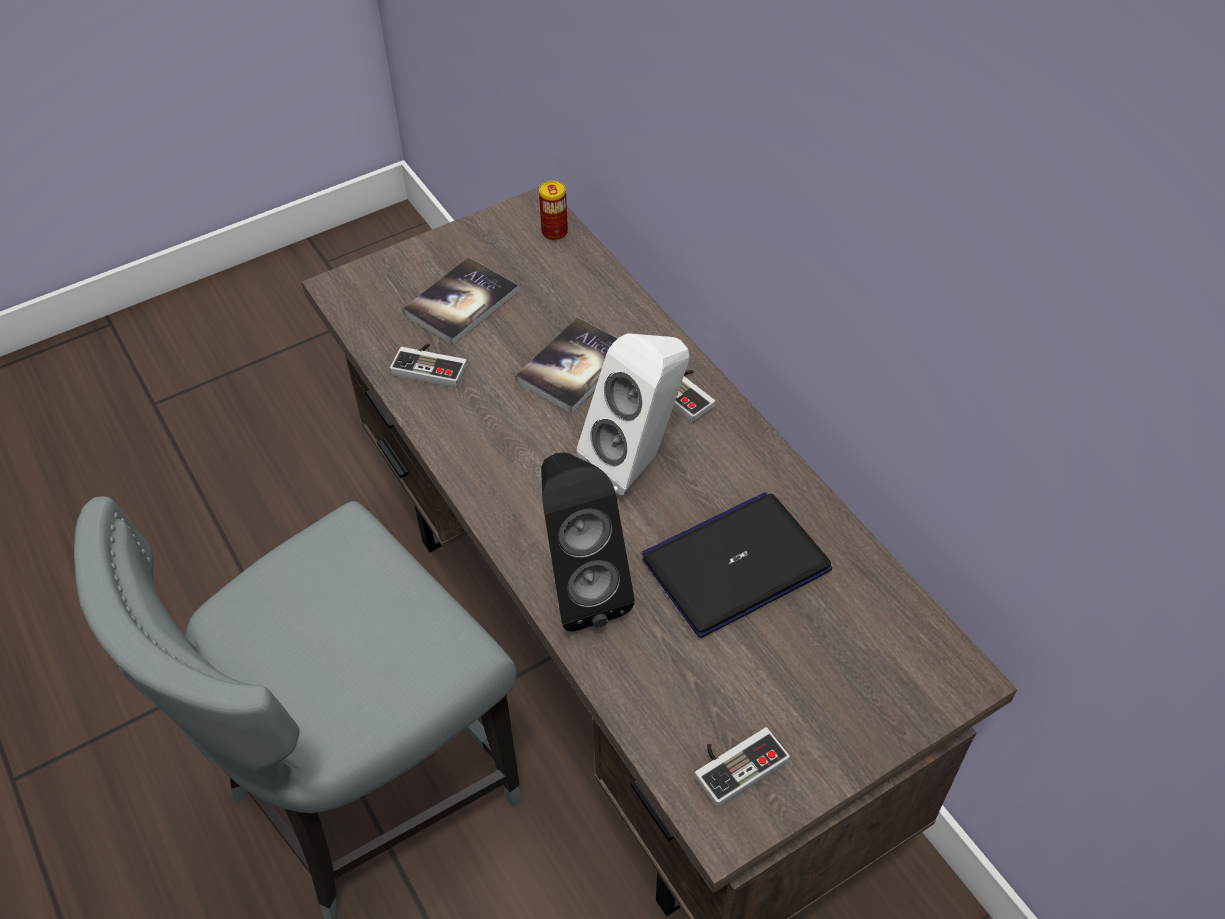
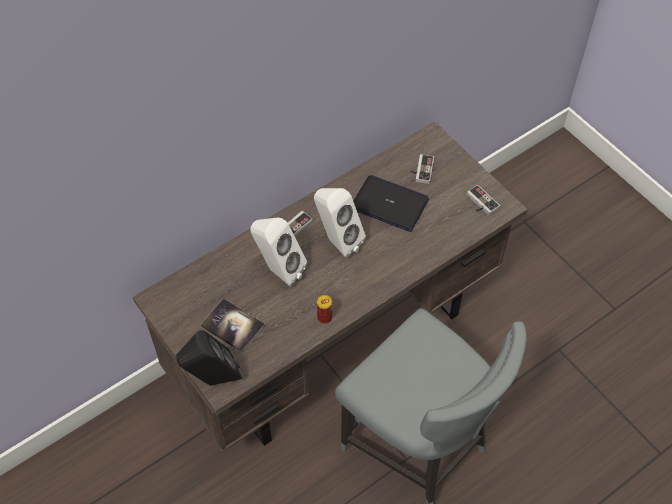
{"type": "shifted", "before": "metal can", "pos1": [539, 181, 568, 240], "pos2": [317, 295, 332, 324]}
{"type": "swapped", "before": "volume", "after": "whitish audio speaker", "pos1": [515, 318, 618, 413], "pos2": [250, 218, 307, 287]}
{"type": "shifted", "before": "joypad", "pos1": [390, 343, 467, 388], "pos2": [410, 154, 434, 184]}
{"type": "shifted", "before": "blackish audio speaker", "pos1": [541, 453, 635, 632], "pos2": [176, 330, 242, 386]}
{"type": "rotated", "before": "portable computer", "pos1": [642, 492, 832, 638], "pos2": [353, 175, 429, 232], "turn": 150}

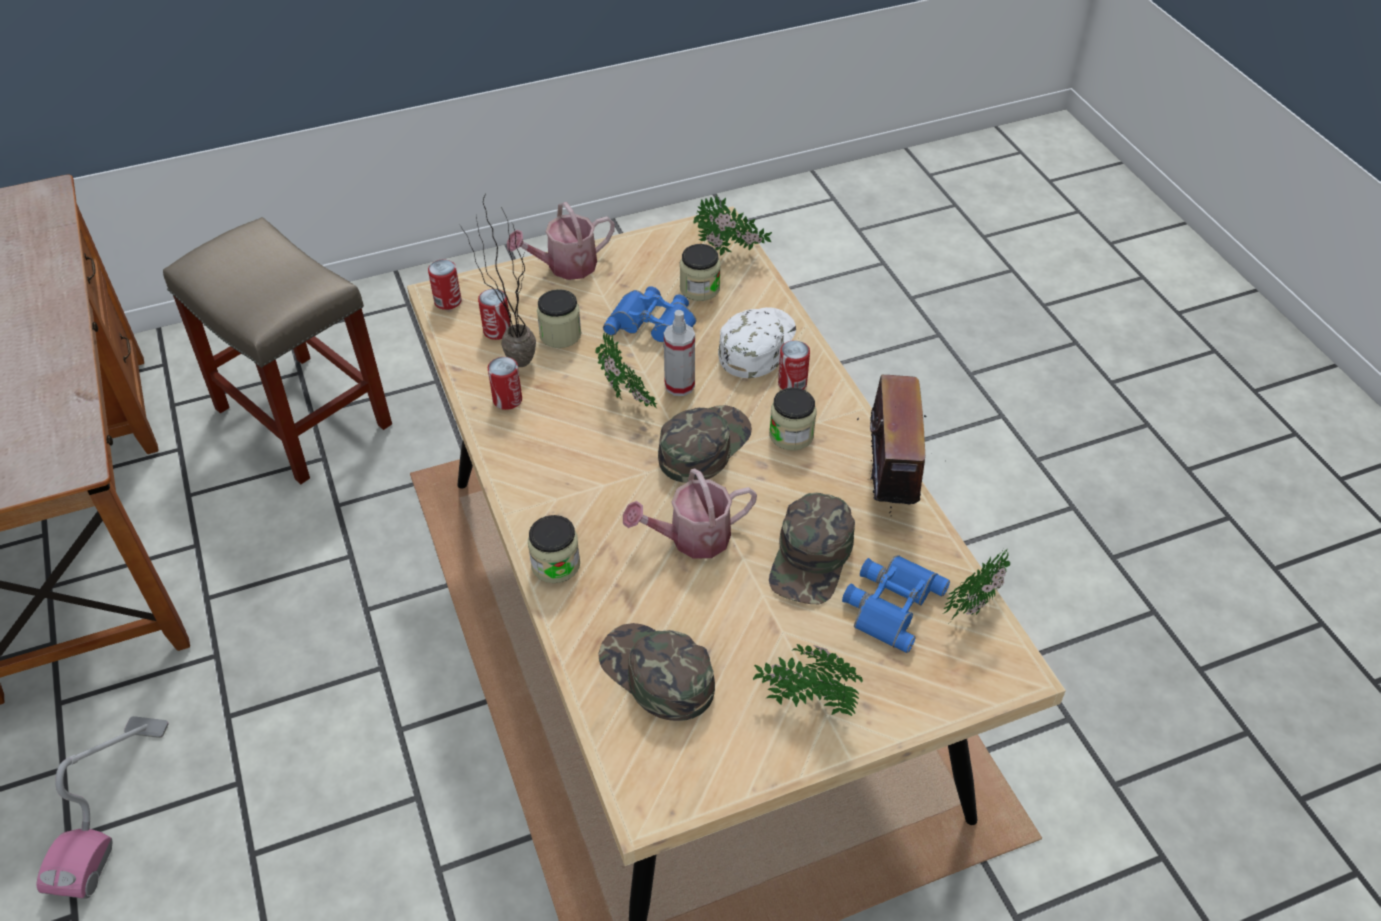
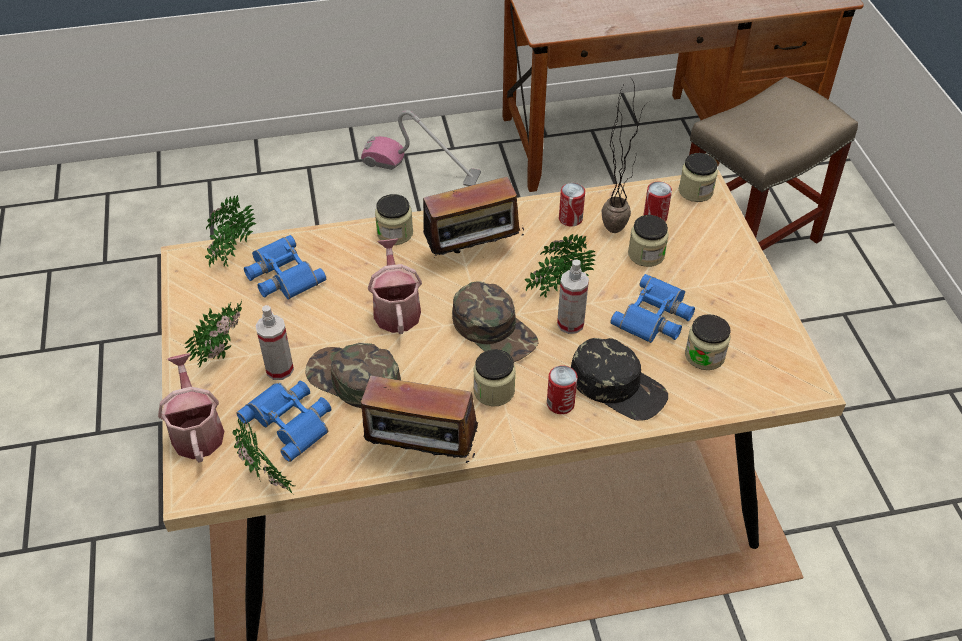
{"type": "shifted", "before": "plant in a pot", "pos1": [693, 195, 772, 255], "pos2": [205, 195, 256, 268]}
{"type": "shifted", "before": "sprinkling can", "pos1": [507, 202, 615, 280], "pos2": [158, 353, 224, 462]}
{"type": "swapped", "before": "metal can", "after": "storage jar", "pos1": [428, 260, 462, 310], "pos2": [679, 153, 718, 202]}
{"type": "repainted", "before": "whitish baseball cap", "after": "blackish baseball cap", "pos1": [718, 307, 796, 378], "pos2": [571, 338, 668, 421]}
{"type": "swapped", "before": "green-coloured baseball cap", "after": "bluish binoculars", "pos1": [598, 623, 715, 721], "pos2": [244, 235, 326, 300]}
{"type": "new", "after": "radio set", "pos2": [413, 176, 525, 260]}
{"type": "new", "after": "hand sprayer", "pos2": [255, 305, 294, 380]}

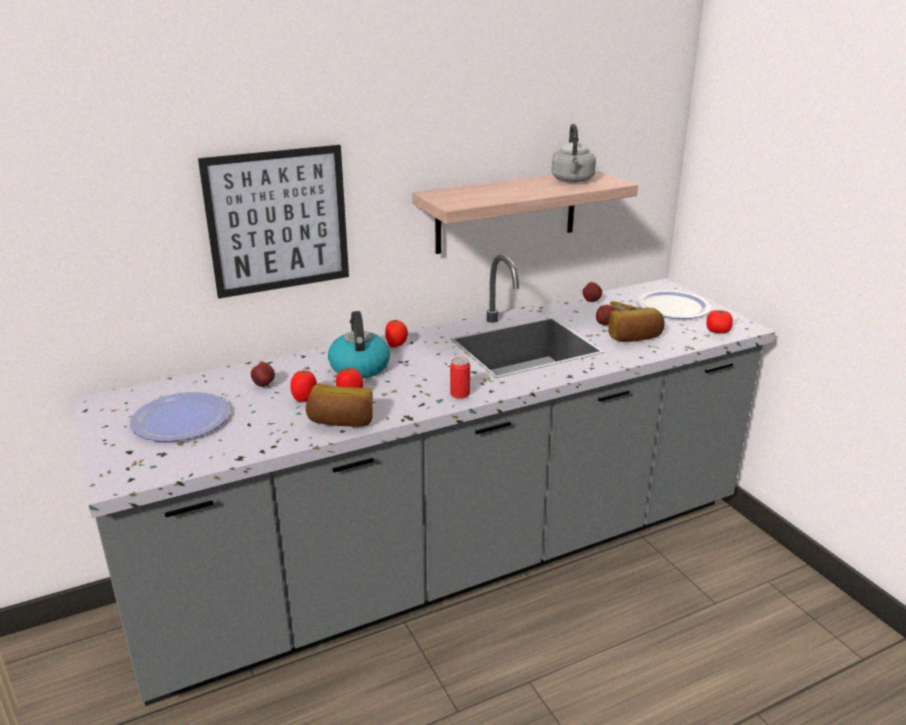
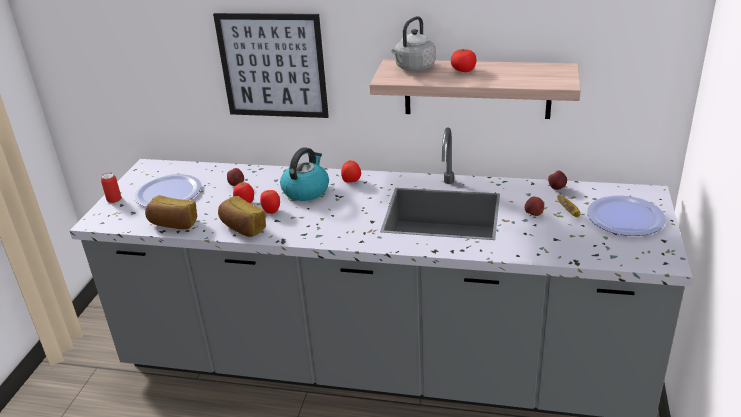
{"type": "shifted", "before": "gray tea kettle", "pos1": [551, 124, 596, 183], "pos2": [391, 16, 436, 71]}
{"type": "shifted", "before": "bakery bread", "pos1": [608, 307, 665, 342], "pos2": [145, 195, 197, 229]}
{"type": "shifted", "before": "tomato", "pos1": [706, 310, 733, 334], "pos2": [451, 49, 476, 72]}
{"type": "shifted", "before": "metal can", "pos1": [450, 357, 470, 399], "pos2": [101, 172, 121, 203]}

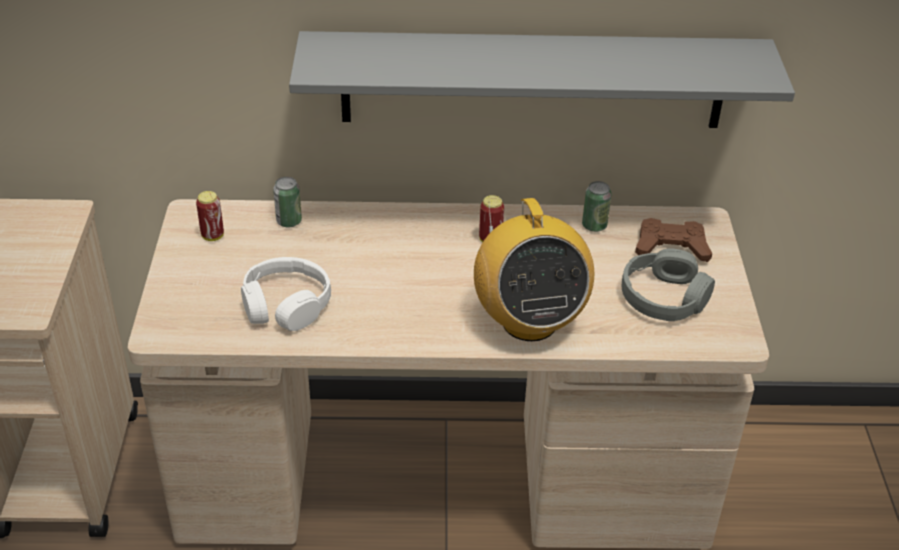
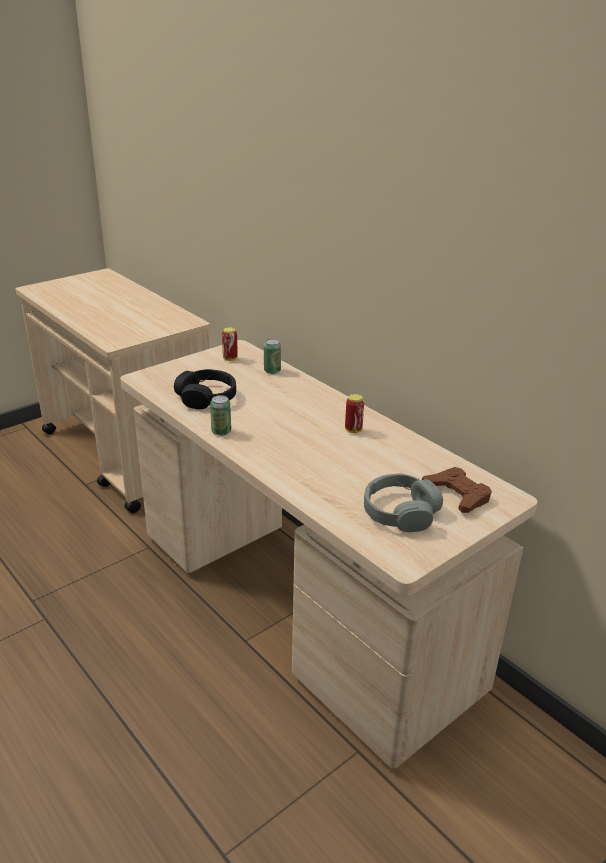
{"type": "gone", "before": "gray shelf", "pos1": [289, 31, 795, 128]}
{"type": "shifted", "before": "metal can", "pos1": [582, 181, 612, 232], "pos2": [210, 395, 231, 436]}
{"type": "gone", "before": "radio set", "pos1": [474, 198, 594, 341]}
{"type": "repainted", "before": "whitish headset", "after": "blackish headset", "pos1": [241, 257, 331, 331], "pos2": [174, 369, 236, 409]}

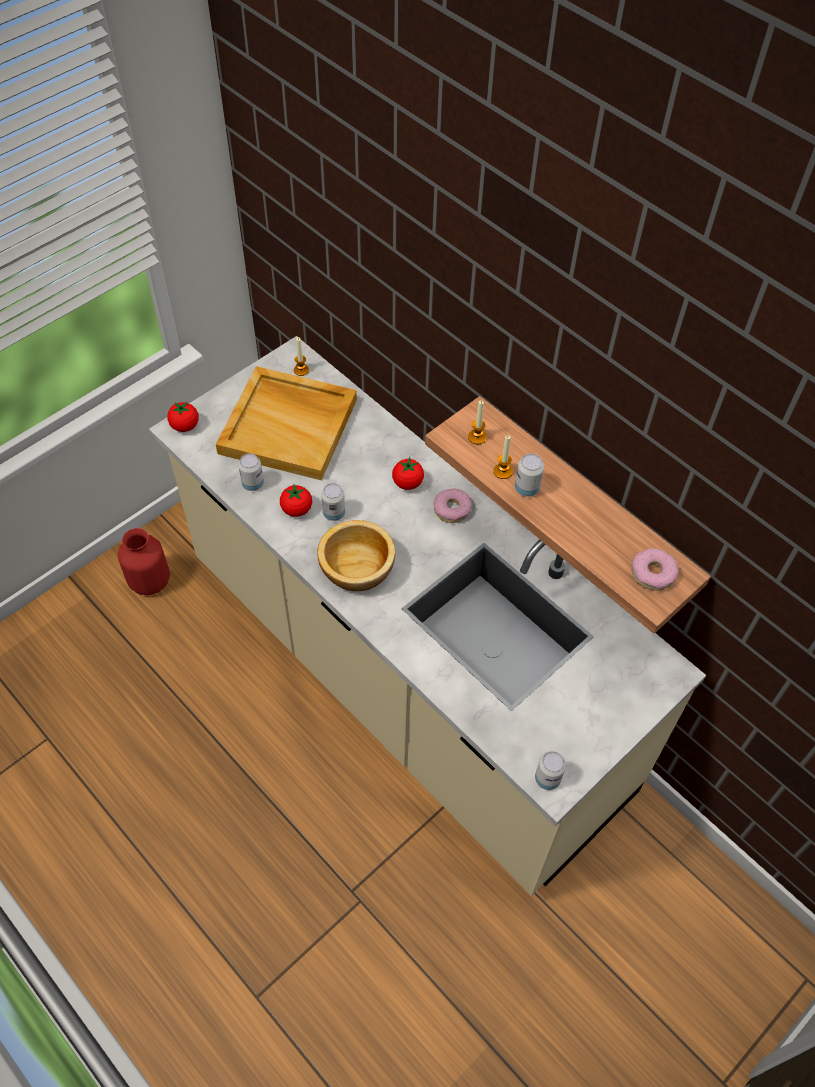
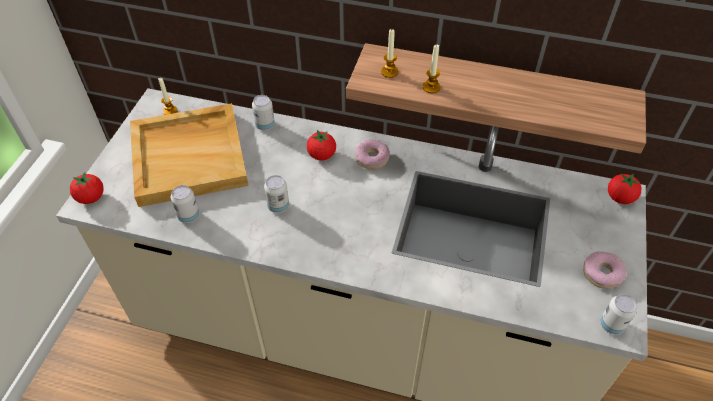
{"type": "shifted", "before": "metal can", "pos1": [515, 453, 544, 497], "pos2": [252, 95, 275, 130]}
{"type": "shifted", "before": "tomato", "pos1": [280, 484, 312, 517], "pos2": [608, 173, 641, 204]}
{"type": "gone", "before": "bowl", "pos1": [317, 520, 395, 591]}
{"type": "gone", "before": "red-coloured flower vase", "pos1": [118, 528, 170, 595]}
{"type": "shifted", "before": "ring doughnut", "pos1": [631, 548, 679, 591], "pos2": [583, 252, 626, 289]}

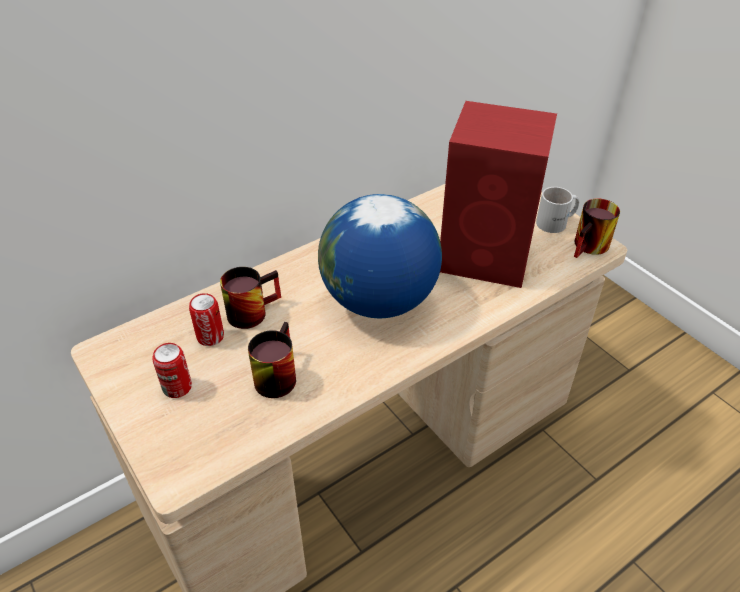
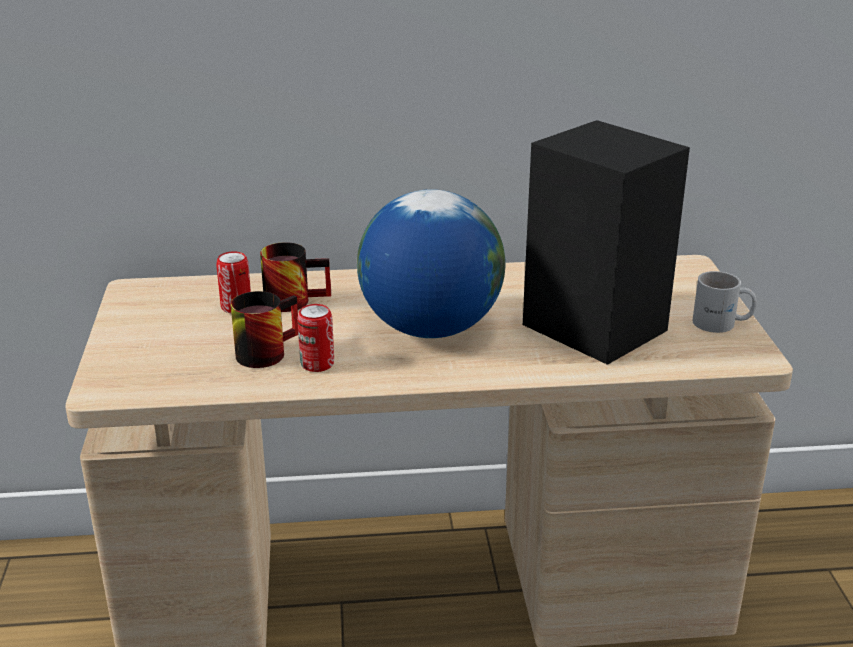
{"type": "repainted", "before": "red-coloured audio speaker", "after": "blackish audio speaker", "pos1": [440, 101, 557, 288], "pos2": [523, 120, 690, 365]}
{"type": "gone", "before": "mug", "pos1": [574, 198, 620, 258]}
{"type": "shifted", "before": "metal can", "pos1": [153, 343, 192, 398], "pos2": [297, 304, 334, 372]}

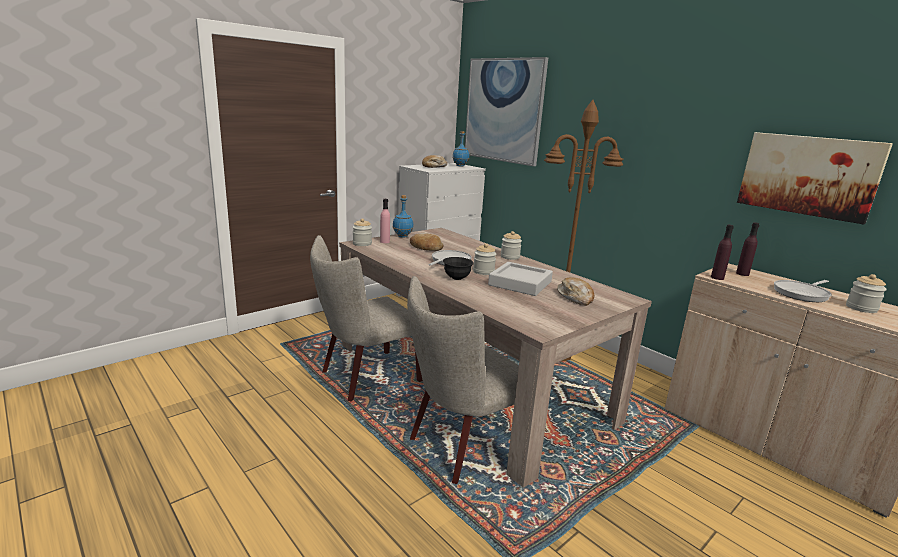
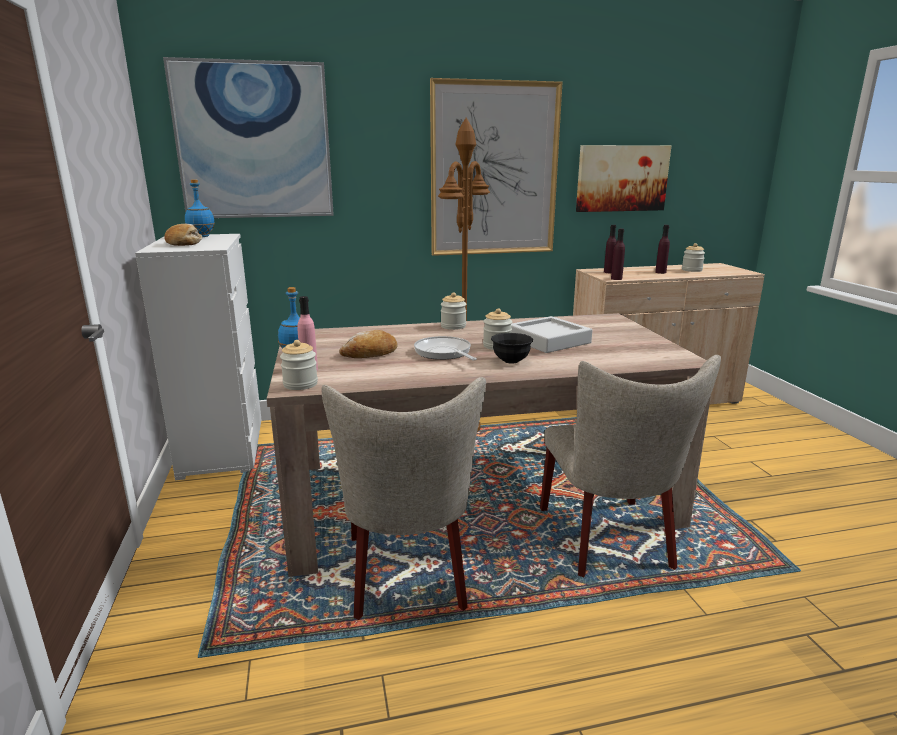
{"type": "gone", "before": "bakery bread", "pos1": [557, 278, 595, 306]}
{"type": "swapped", "before": "pan", "after": "purple bottle", "pos1": [774, 280, 832, 302], "pos2": [655, 225, 670, 274]}
{"type": "new", "after": "wall art", "pos2": [430, 78, 563, 256]}

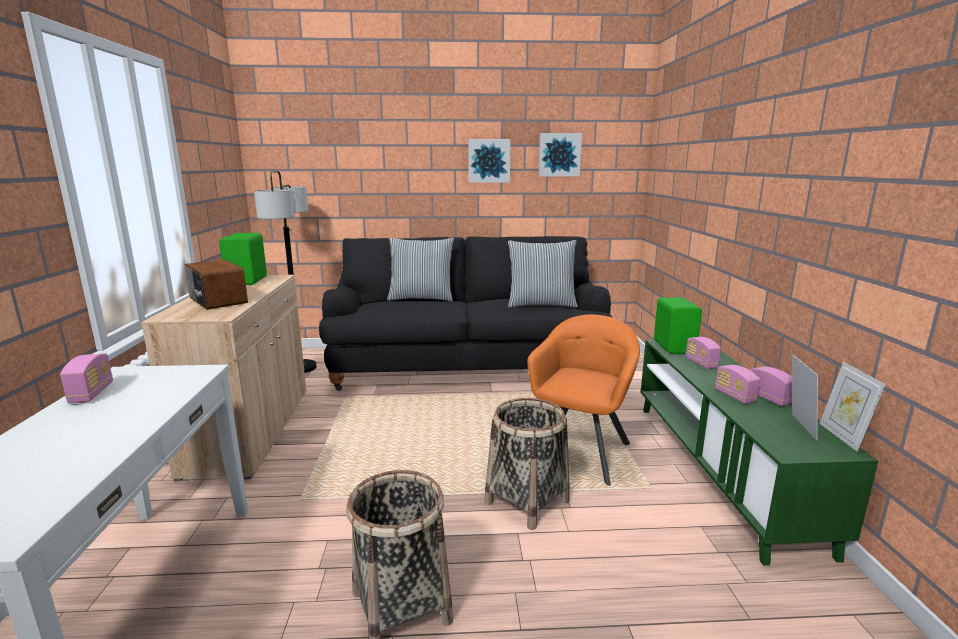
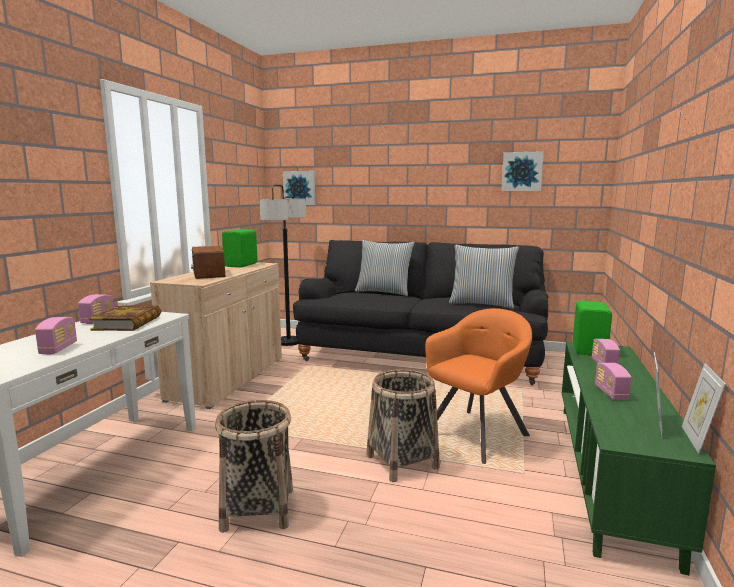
{"type": "shifted", "before": "wall art", "pos1": [468, 139, 511, 183], "pos2": [283, 171, 316, 205]}
{"type": "shifted", "before": "radio set", "pos1": [750, 367, 792, 406], "pos2": [35, 317, 77, 355]}
{"type": "new", "after": "volume", "pos2": [89, 305, 161, 331]}

